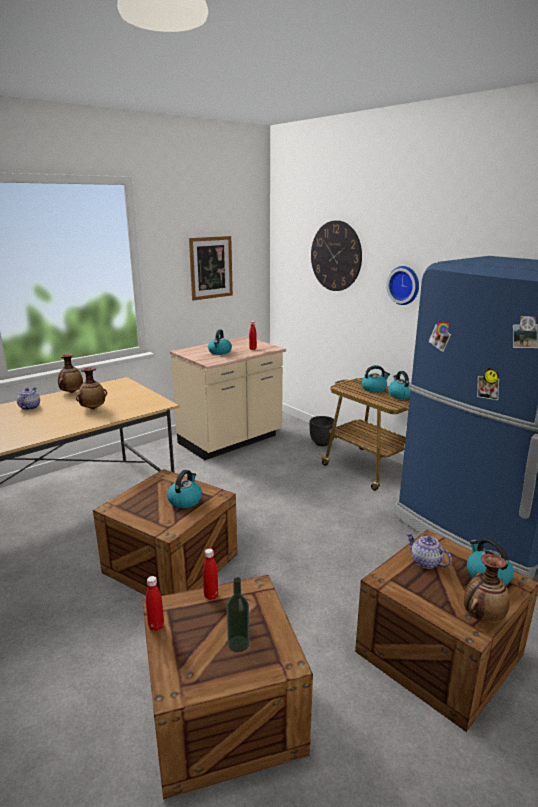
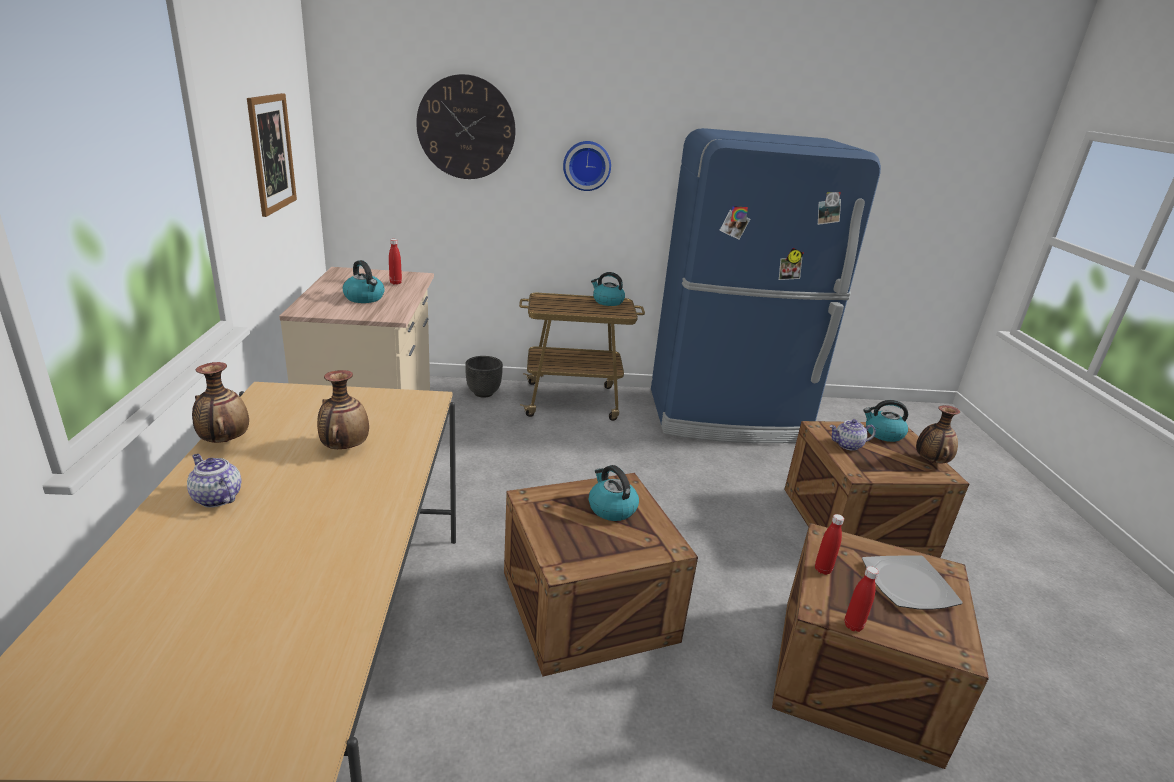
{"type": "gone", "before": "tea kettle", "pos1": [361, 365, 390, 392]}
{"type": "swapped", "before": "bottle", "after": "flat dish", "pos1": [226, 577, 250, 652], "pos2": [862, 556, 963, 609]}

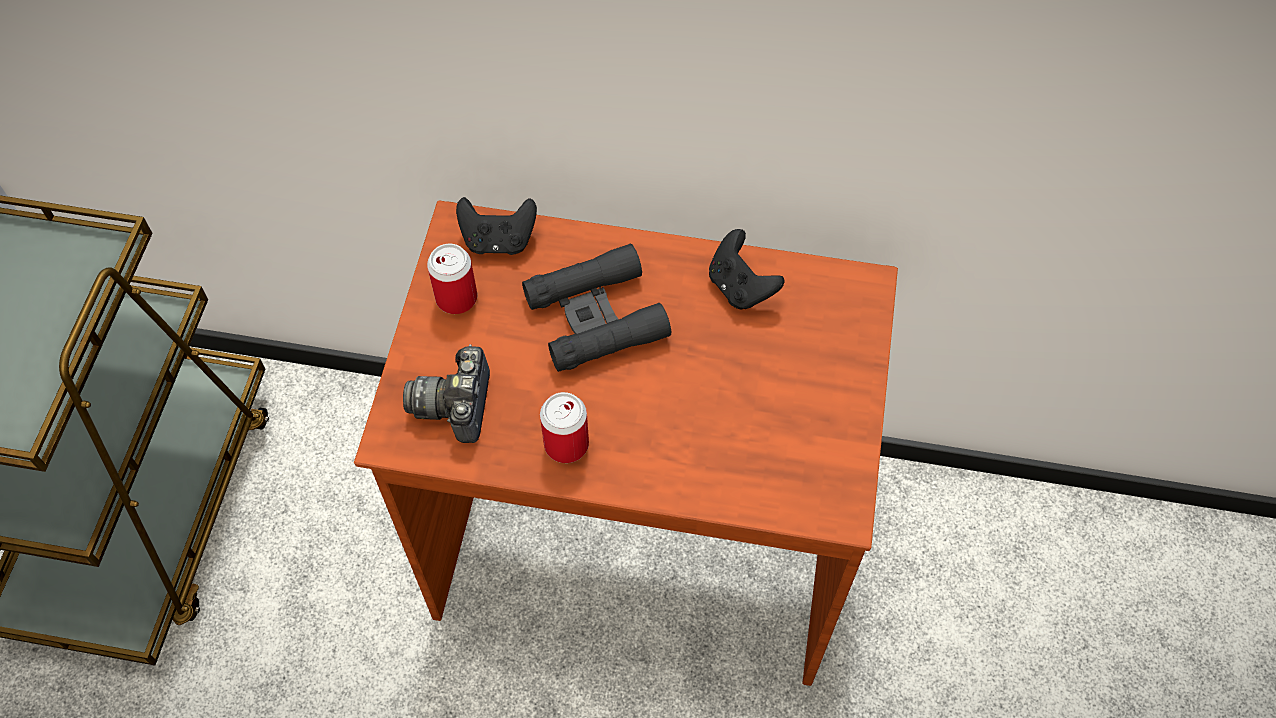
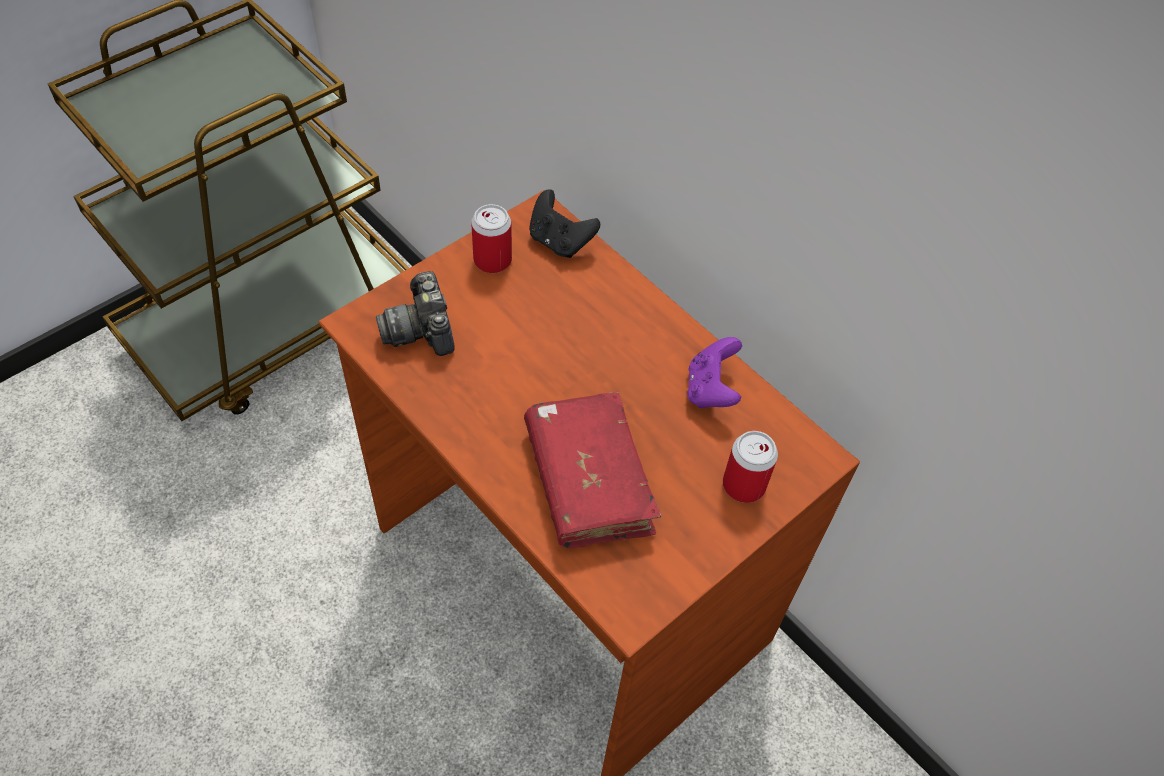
{"type": "repainted", "before": "blackish joypad", "after": "purple joypad", "pos1": [709, 229, 785, 309], "pos2": [687, 337, 742, 408]}
{"type": "gone", "before": "blackish binoculars", "pos1": [522, 244, 671, 372]}
{"type": "rotated", "before": "photo camera", "pos1": [403, 344, 490, 443], "pos2": [376, 271, 455, 356], "turn": -60}
{"type": "shifted", "before": "metal can", "pos1": [540, 392, 589, 463], "pos2": [723, 431, 778, 503]}
{"type": "new", "after": "red-coloured volume", "pos2": [524, 392, 661, 549]}

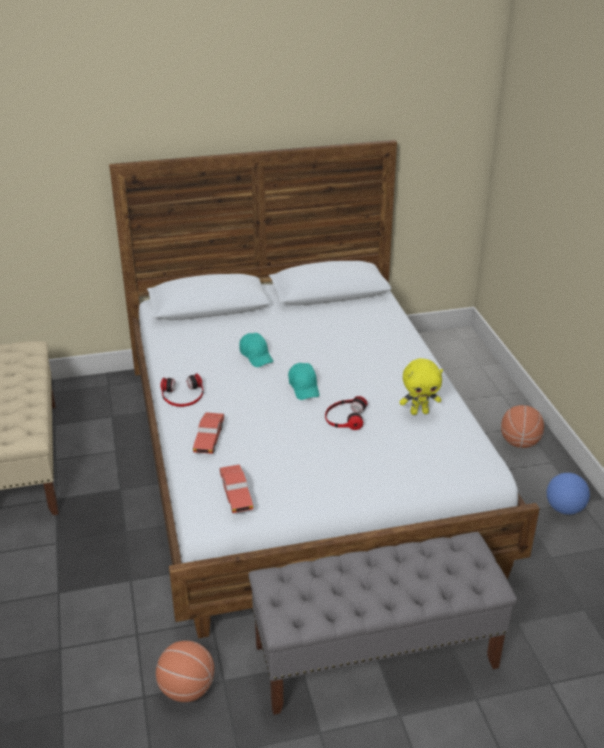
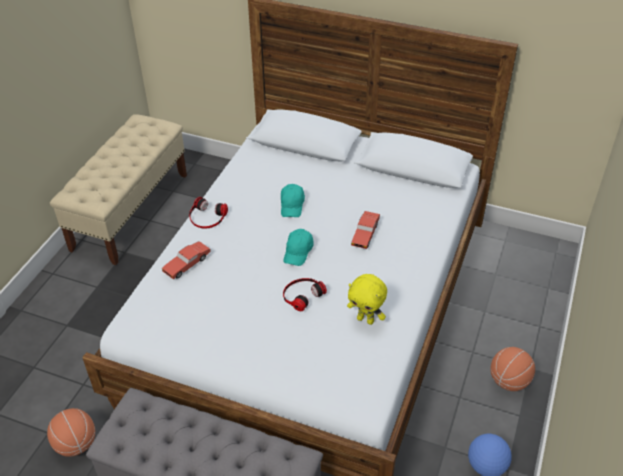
{"type": "shifted", "before": "red-coloured miniature car", "pos1": [219, 465, 253, 513], "pos2": [351, 211, 380, 249]}

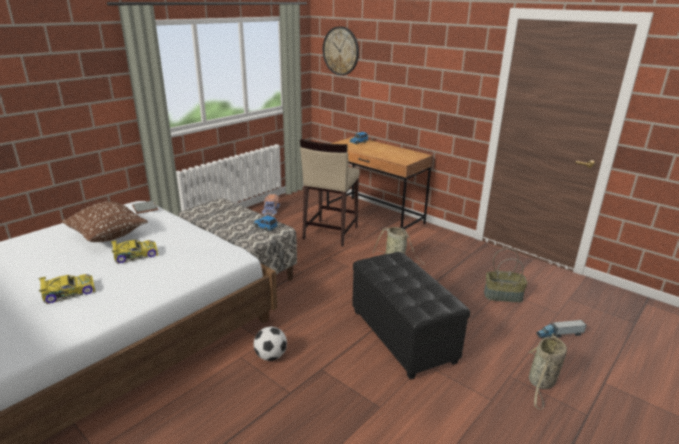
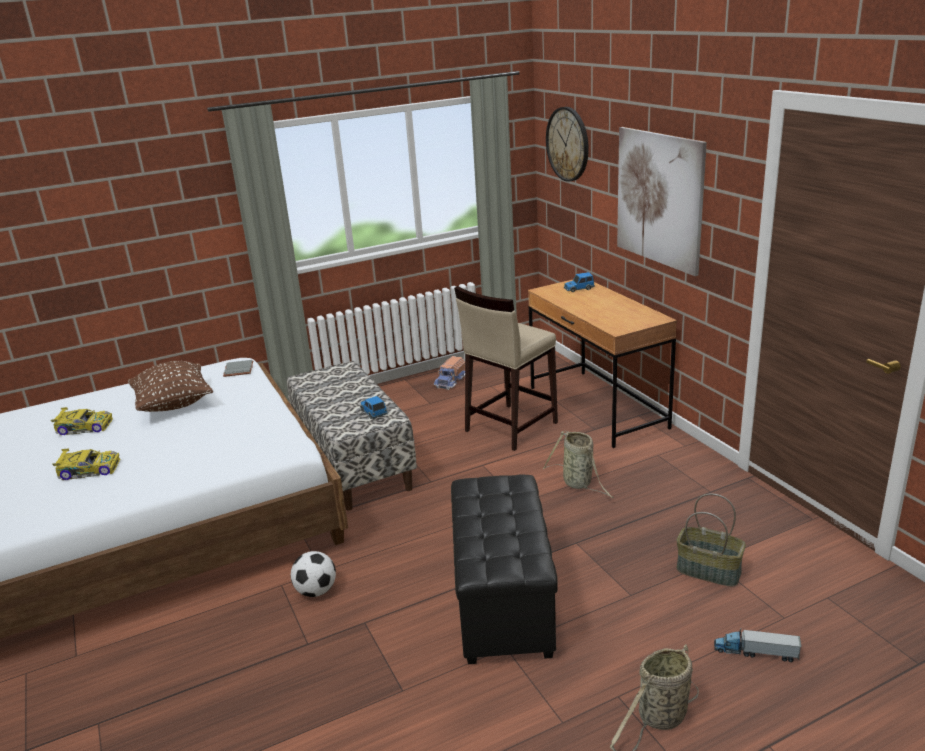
{"type": "shifted", "before": "miniature car", "pos1": [111, 240, 158, 264], "pos2": [51, 407, 113, 435]}
{"type": "new", "after": "wall art", "pos2": [617, 127, 707, 276]}

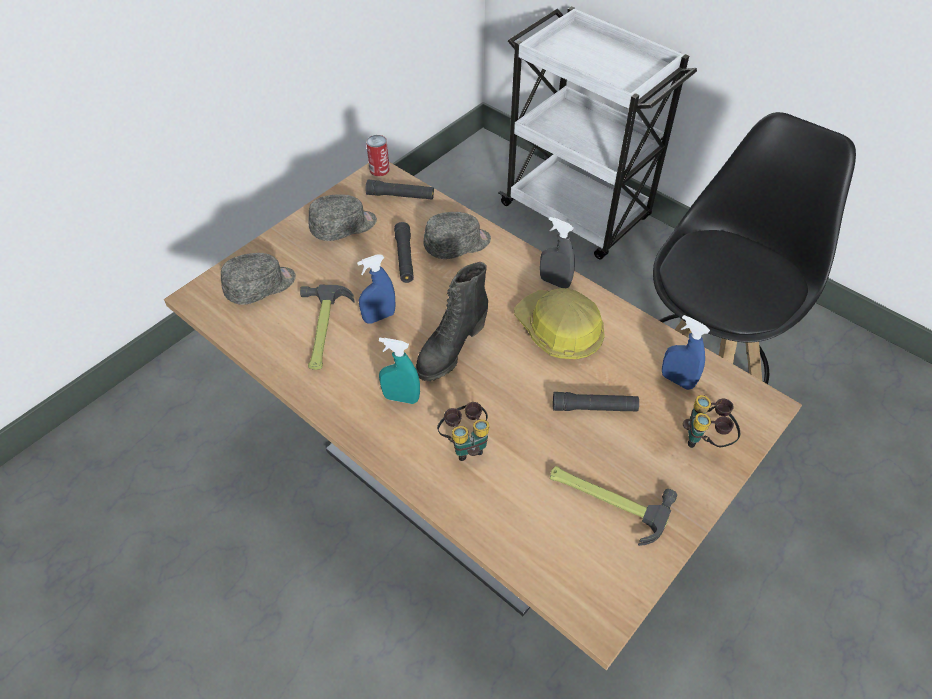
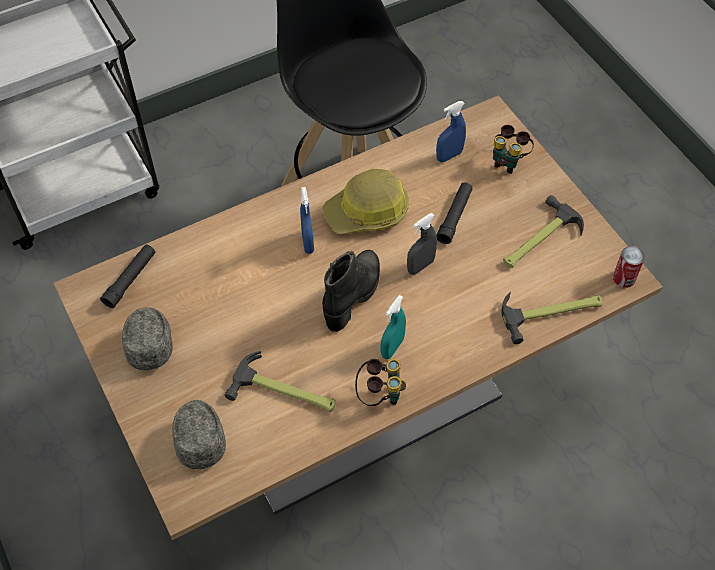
{"type": "shifted", "before": "metal can", "pos1": [366, 135, 390, 176], "pos2": [613, 246, 645, 288]}
{"type": "gone", "before": "gray baseball cap", "pos1": [424, 212, 491, 259]}
{"type": "shifted", "before": "gray hand sprayer", "pos1": [540, 217, 575, 288], "pos2": [407, 213, 437, 275]}
{"type": "gone", "before": "blackish hand torch", "pos1": [394, 222, 414, 283]}
{"type": "shifted", "before": "bluish hand sprayer", "pos1": [357, 254, 396, 324], "pos2": [300, 187, 314, 254]}
{"type": "rotated", "before": "blackish high-top boot", "pos1": [416, 262, 488, 381], "pos2": [322, 250, 380, 332], "turn": -120}
{"type": "shifted", "before": "binoculars", "pos1": [437, 402, 489, 461], "pos2": [355, 359, 406, 406]}
{"type": "new", "after": "hand hammer", "pos2": [501, 292, 602, 344]}

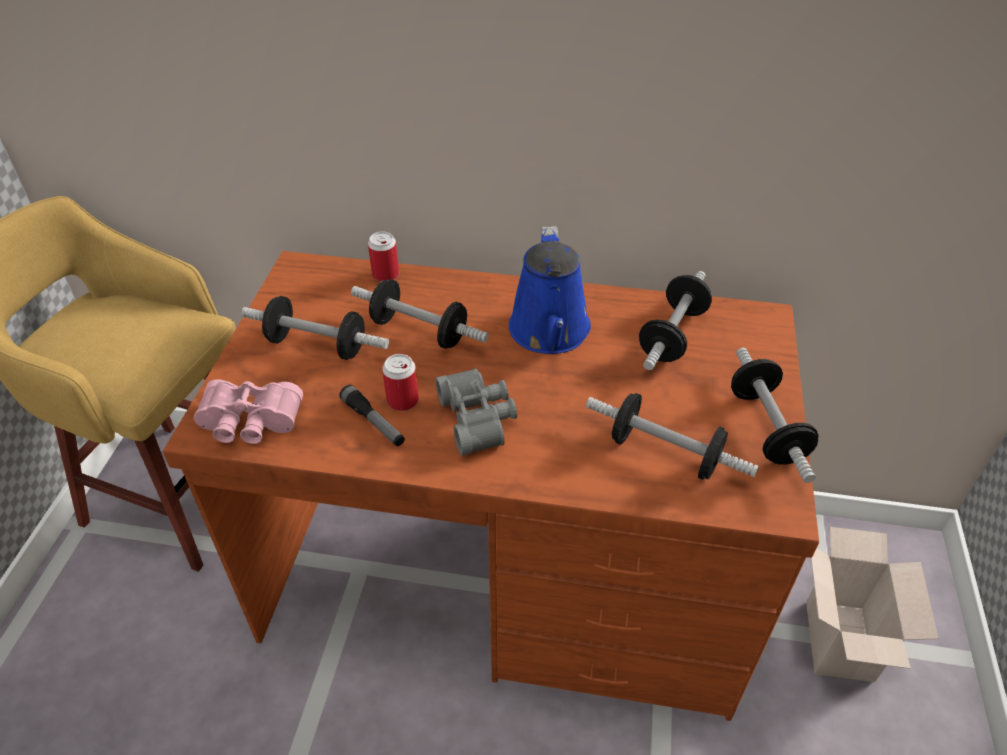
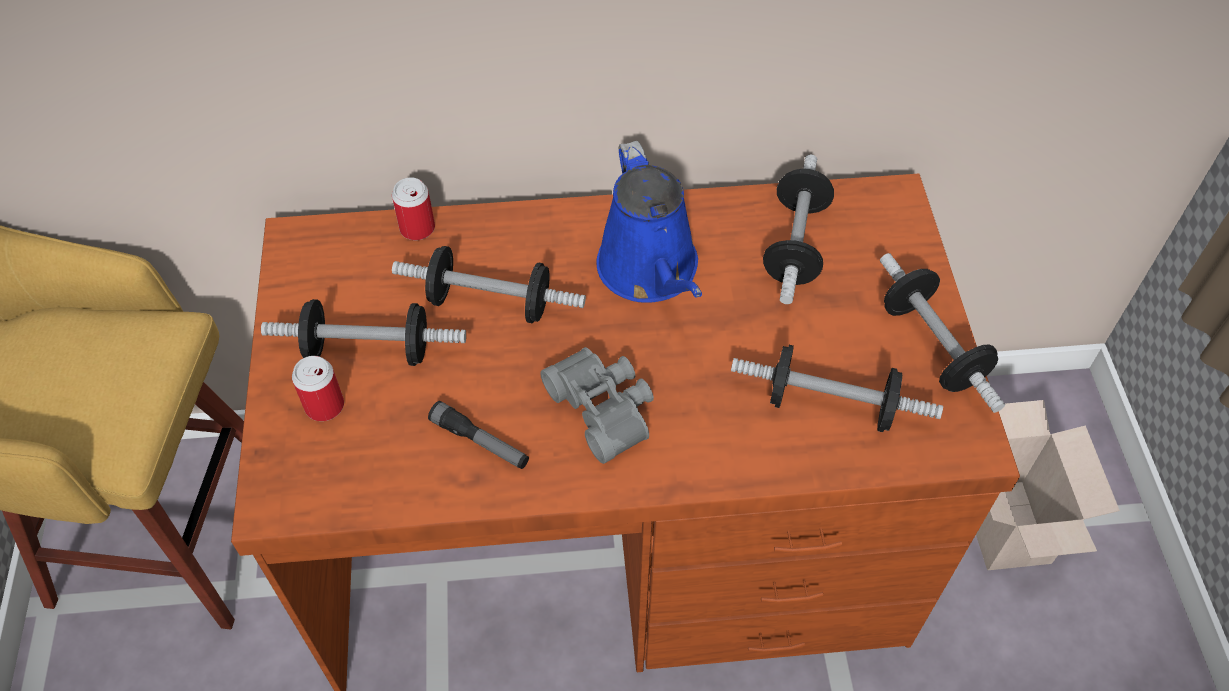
{"type": "shifted", "before": "metal can", "pos1": [382, 354, 419, 411], "pos2": [292, 356, 344, 421]}
{"type": "gone", "before": "pink-coloured binoculars", "pos1": [194, 379, 303, 444]}

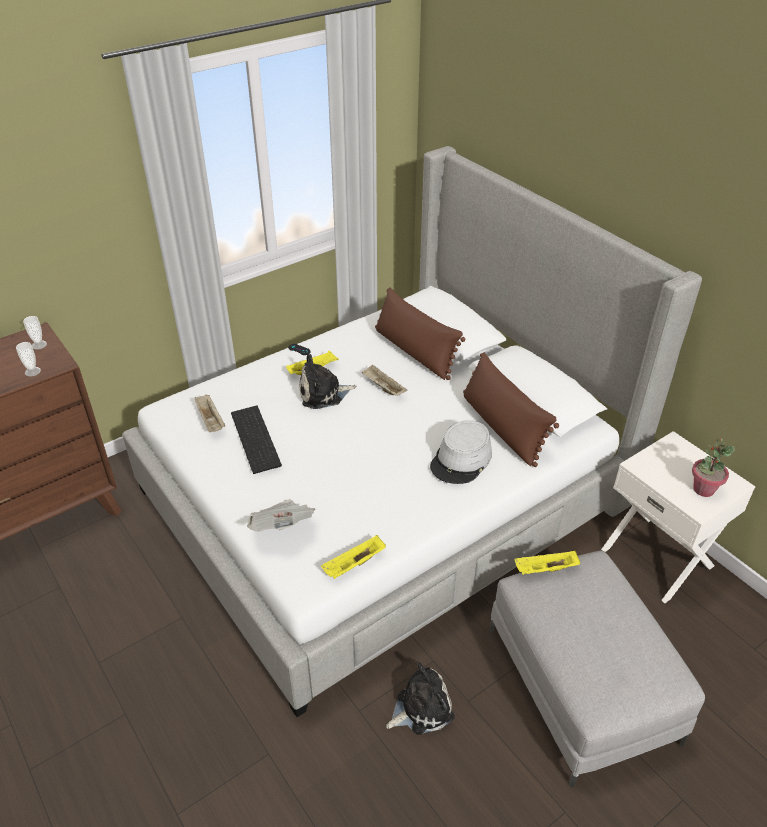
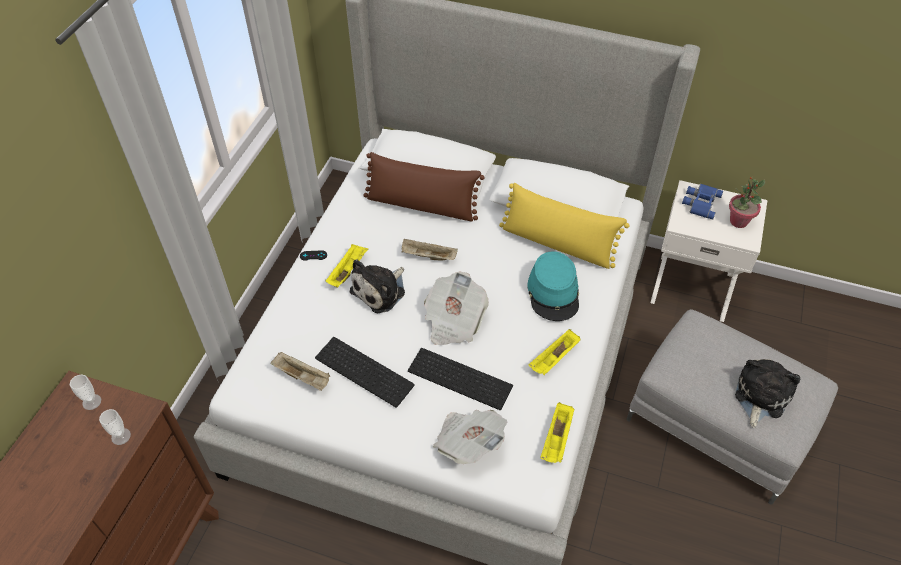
{"type": "repainted", "before": "brown pillow", "after": "yellowish pillow", "pos1": [463, 352, 559, 467], "pos2": [499, 183, 629, 269]}
{"type": "repainted", "before": "gray clothing hat", "after": "blue-green clothing hat", "pos1": [430, 420, 492, 484], "pos2": [527, 251, 579, 321]}
{"type": "shifted", "before": "yellowish carrying tray", "pos1": [514, 550, 580, 575], "pos2": [529, 329, 581, 375]}
{"type": "shifted", "before": "soft toy", "pos1": [386, 663, 455, 735], "pos2": [735, 359, 800, 428]}
{"type": "new", "after": "bluish binoculars", "pos2": [682, 183, 723, 220]}
{"type": "new", "after": "newspaper", "pos2": [424, 272, 489, 345]}
{"type": "new", "after": "PC keyboard", "pos2": [408, 348, 513, 410]}

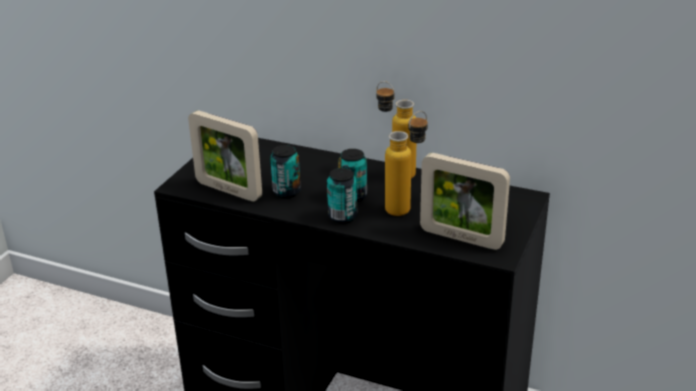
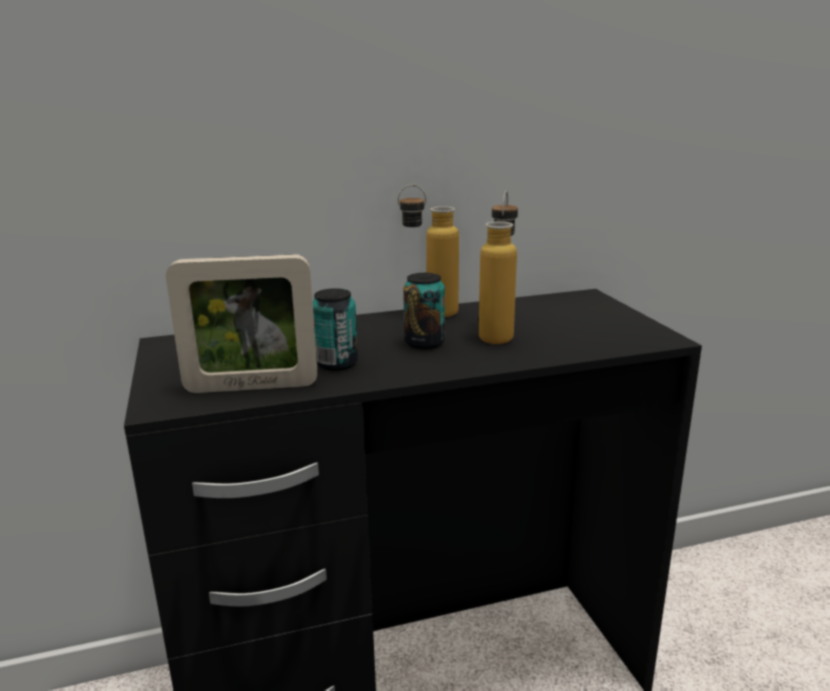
{"type": "gone", "before": "picture frame", "pos1": [420, 153, 510, 250]}
{"type": "gone", "before": "metal can", "pos1": [327, 168, 357, 223]}

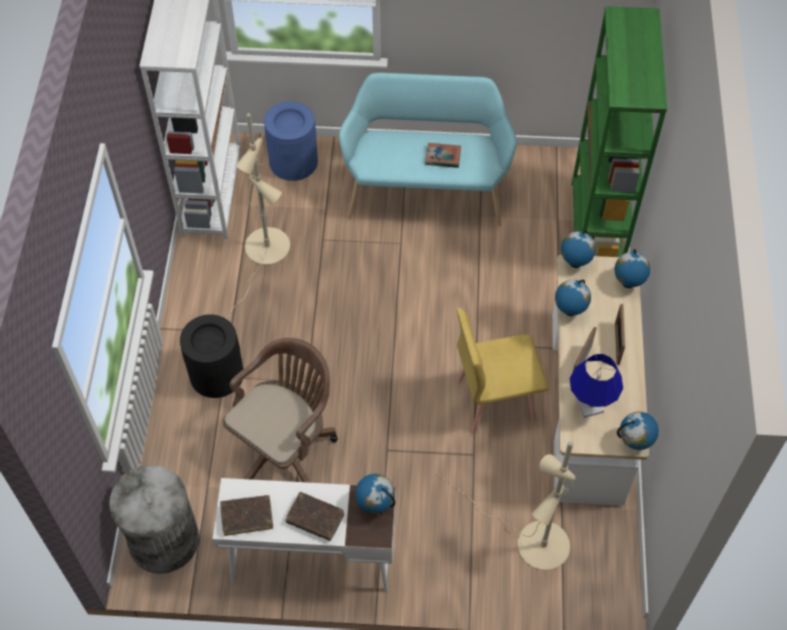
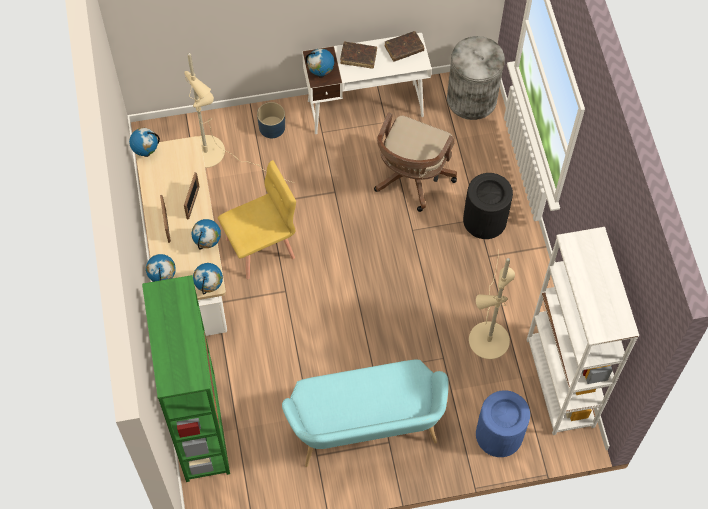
{"type": "gone", "before": "volume", "pos1": [425, 143, 461, 168]}
{"type": "gone", "before": "bluish lamp for a table", "pos1": [570, 354, 623, 418]}
{"type": "new", "after": "bluish plant pot", "pos2": [257, 102, 285, 138]}

